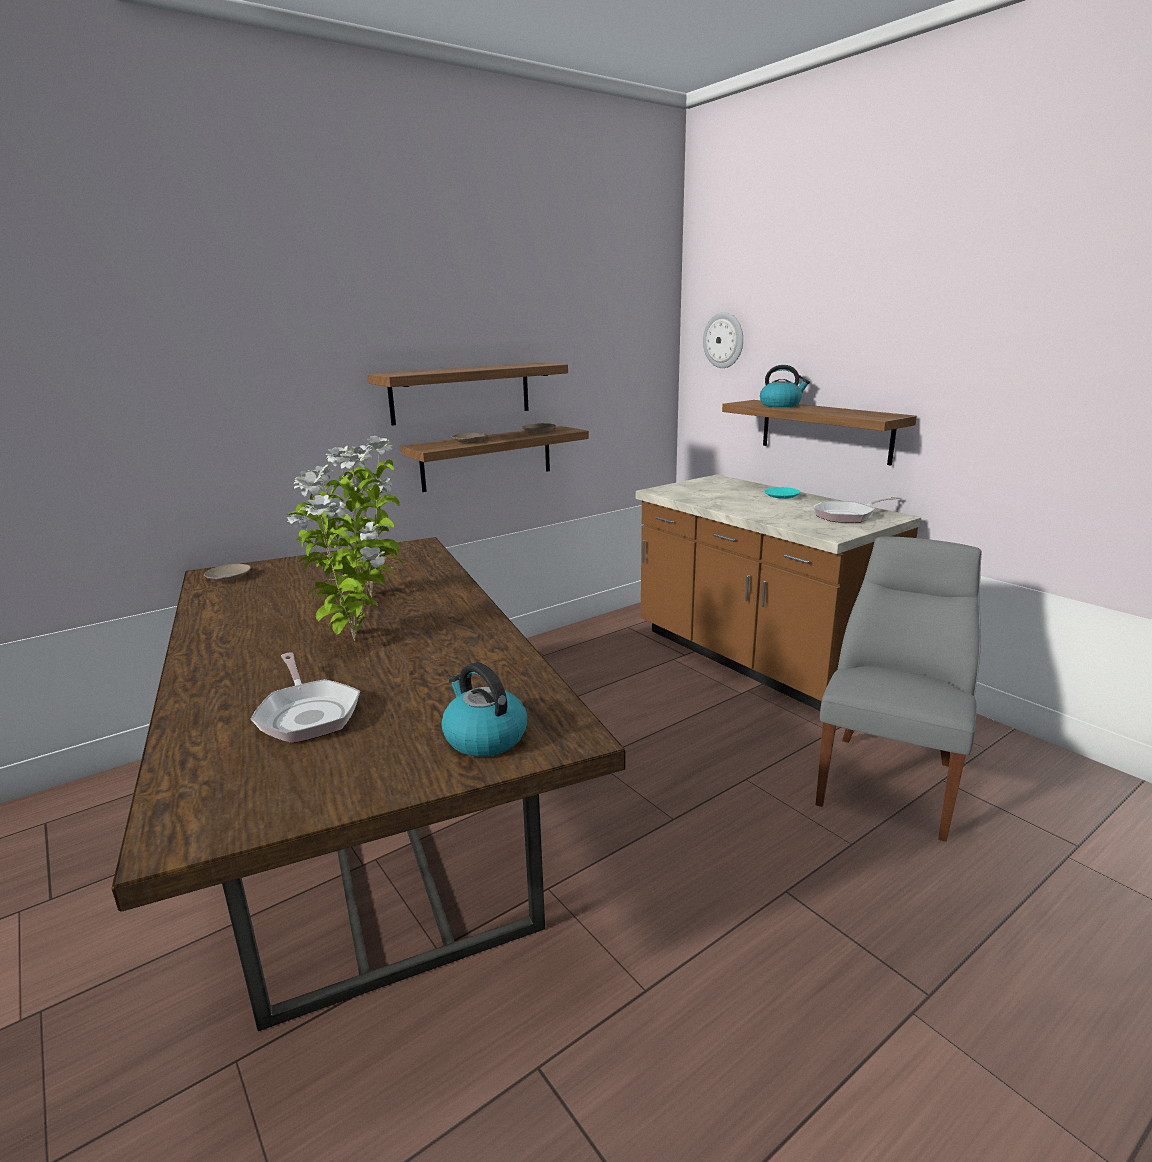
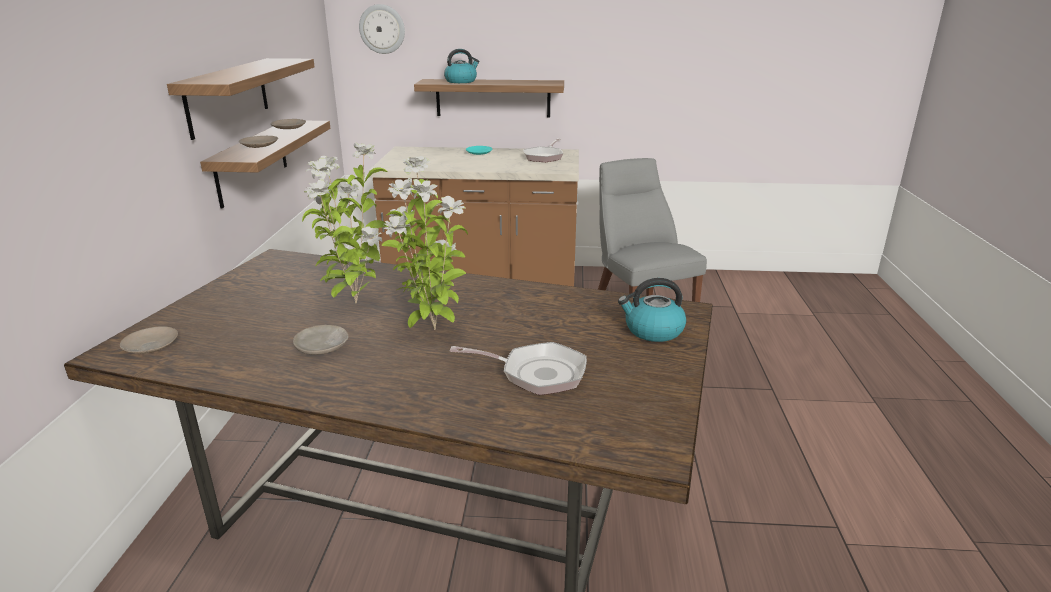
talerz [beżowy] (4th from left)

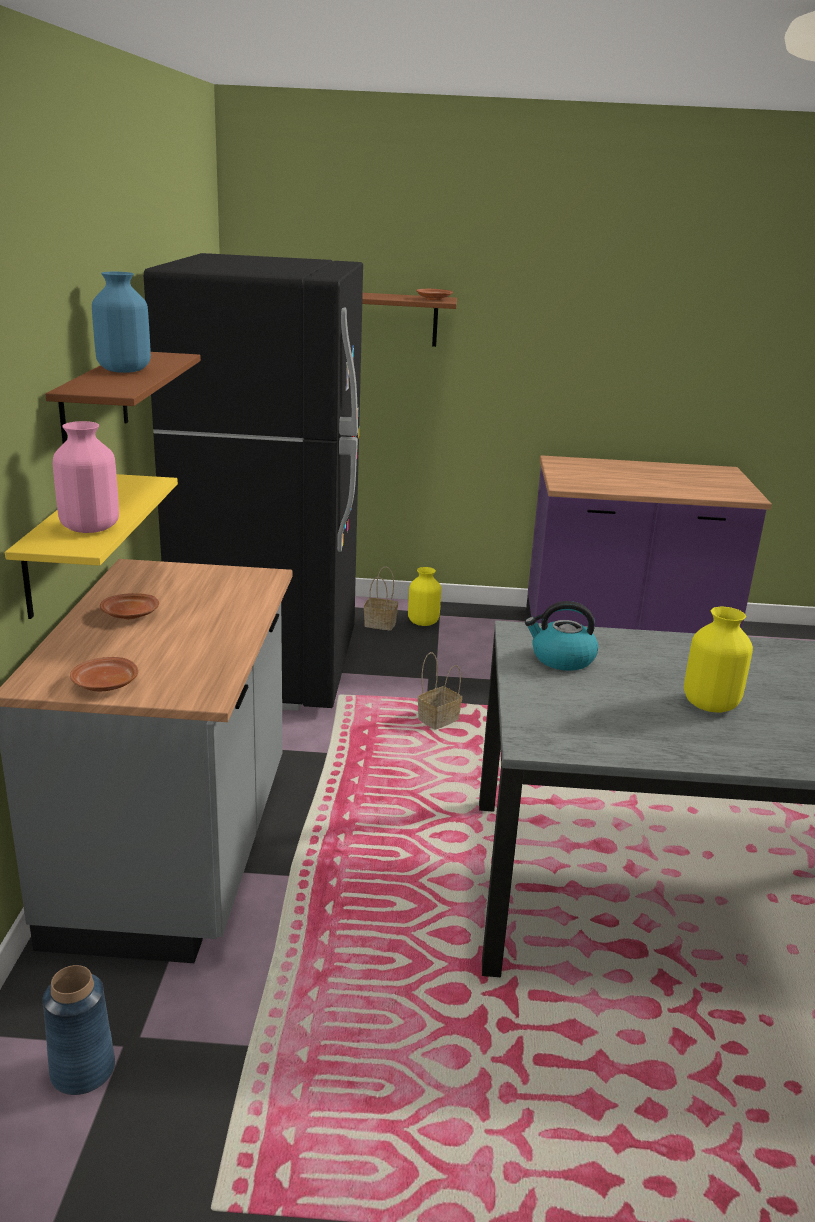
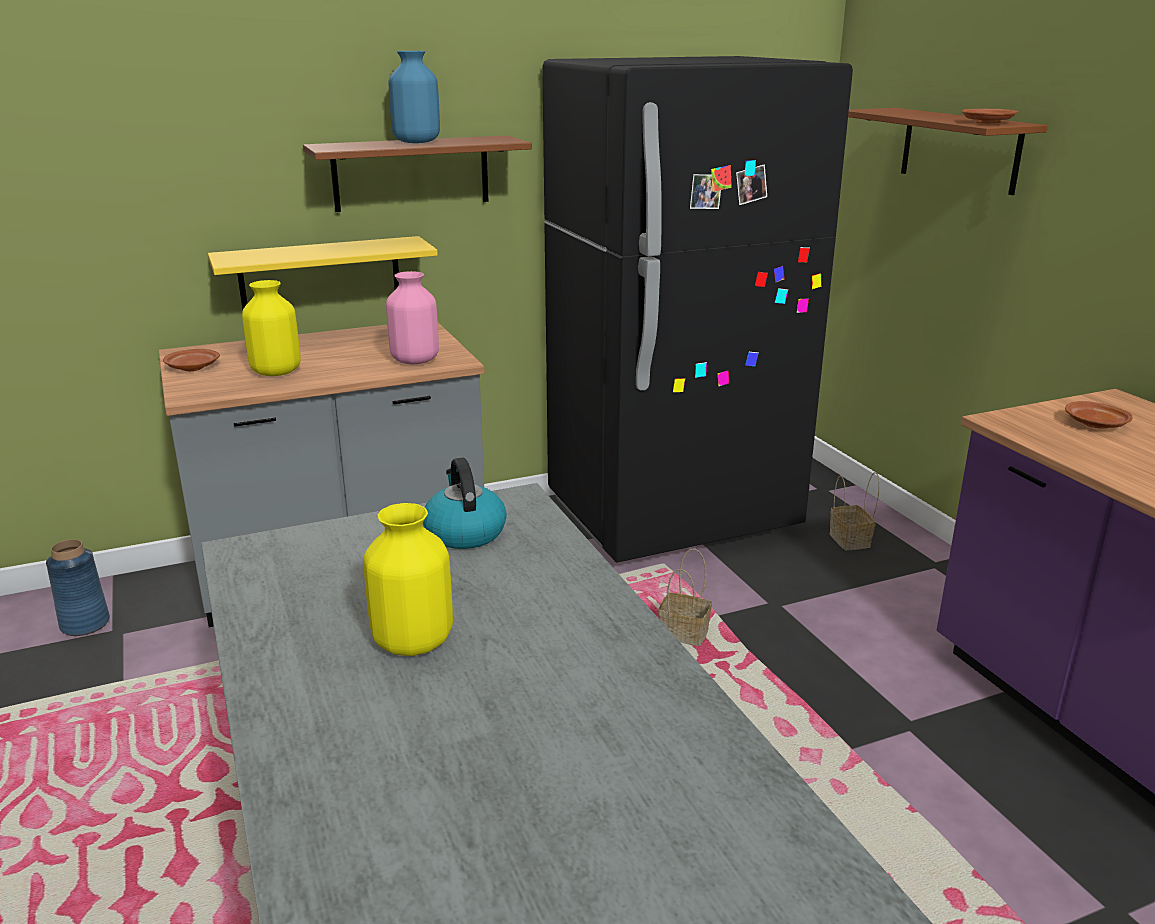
wazon [różowy]; wazon [żółty] (1st from left); talerz [brązowy] (3rd from left)

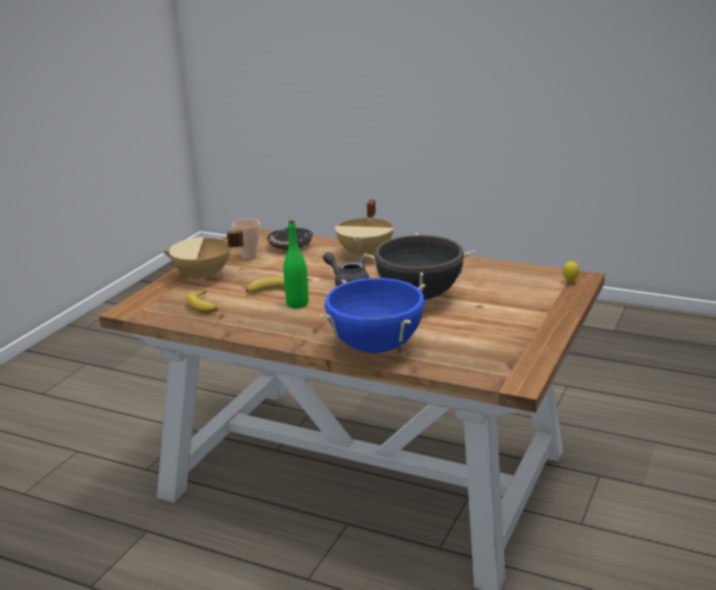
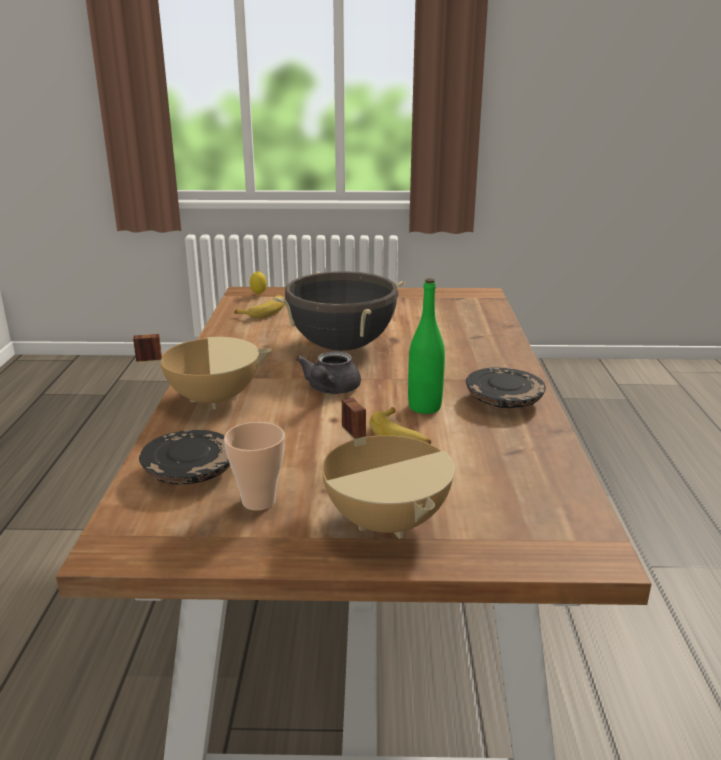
garnek [niebieski]; banan (1st from left); talerz [czarny] (2nd from left)

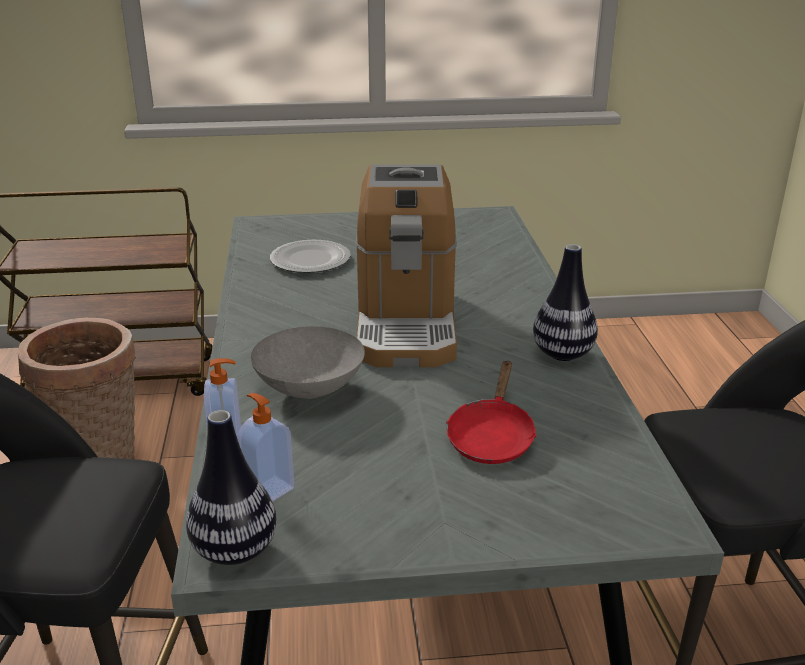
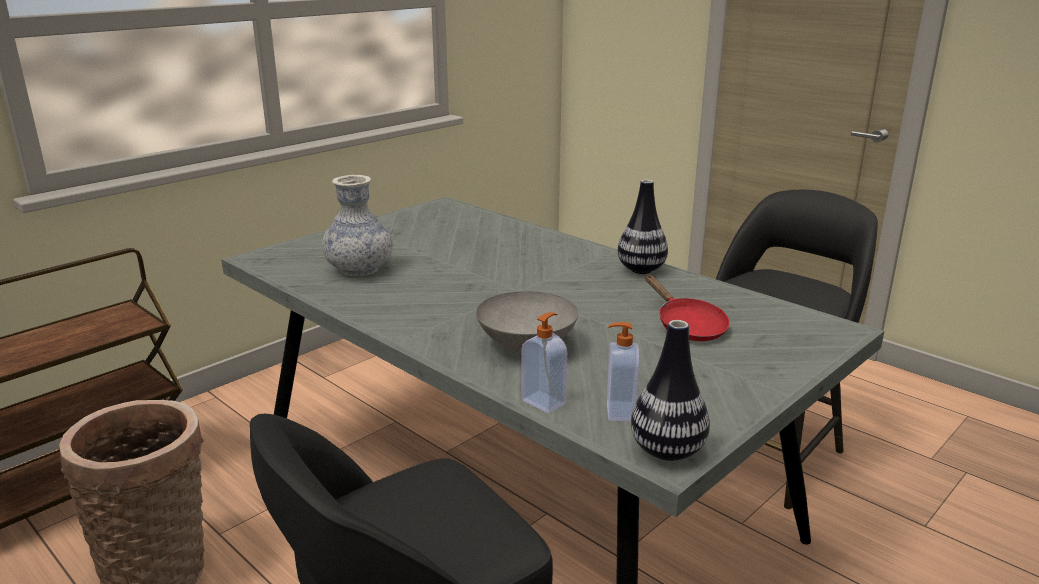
ekspres do kawy; wazon (1st from left)

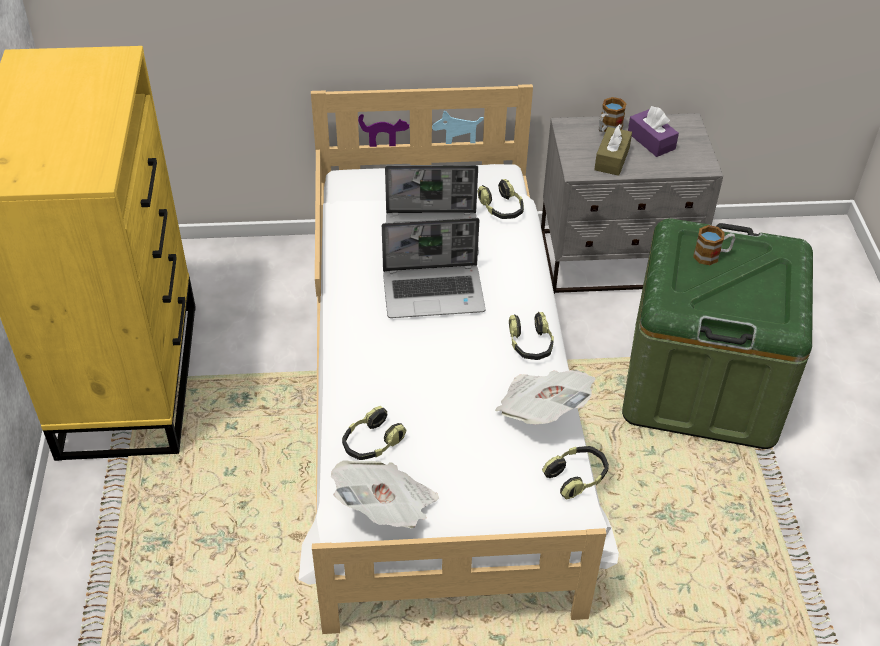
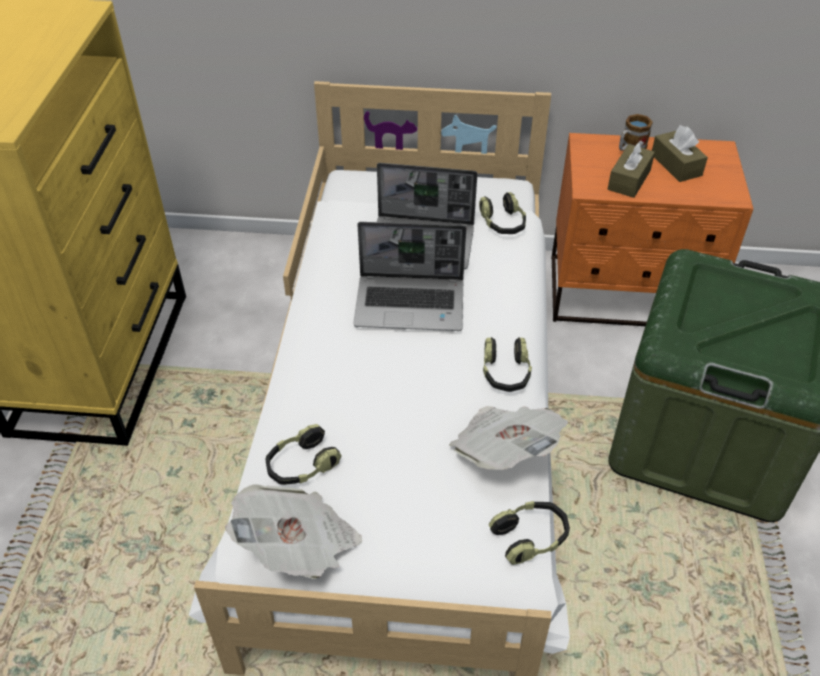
pudełko chusteczek [brązowy] (2nd from left); szafka nocna [pomarańczowy]; kubek (2nd from left in the first image)

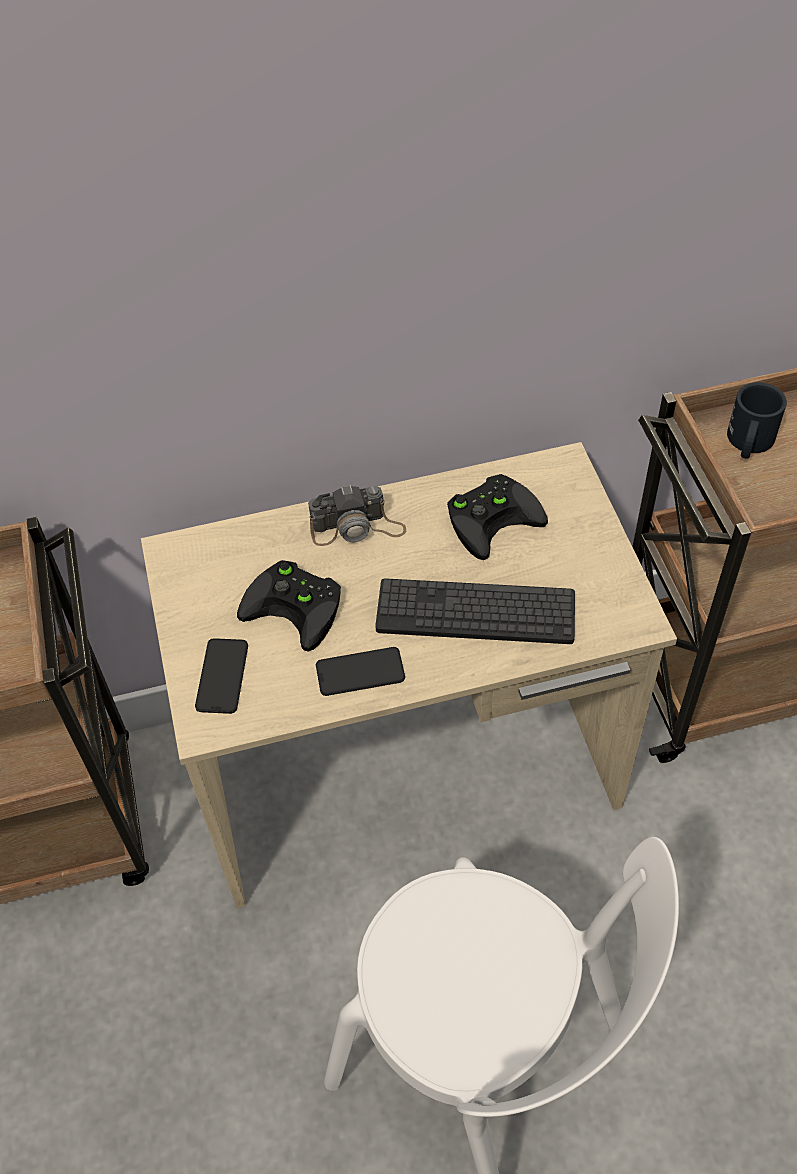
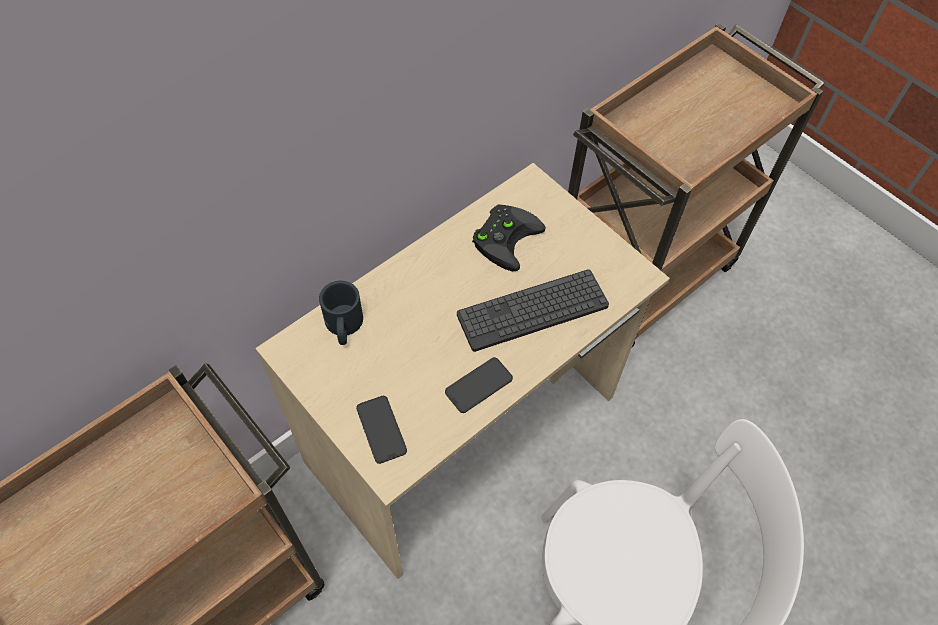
kubek [czarny]; aparat fotograficzny; pad do gier [czarny] (1st from left in the first image)

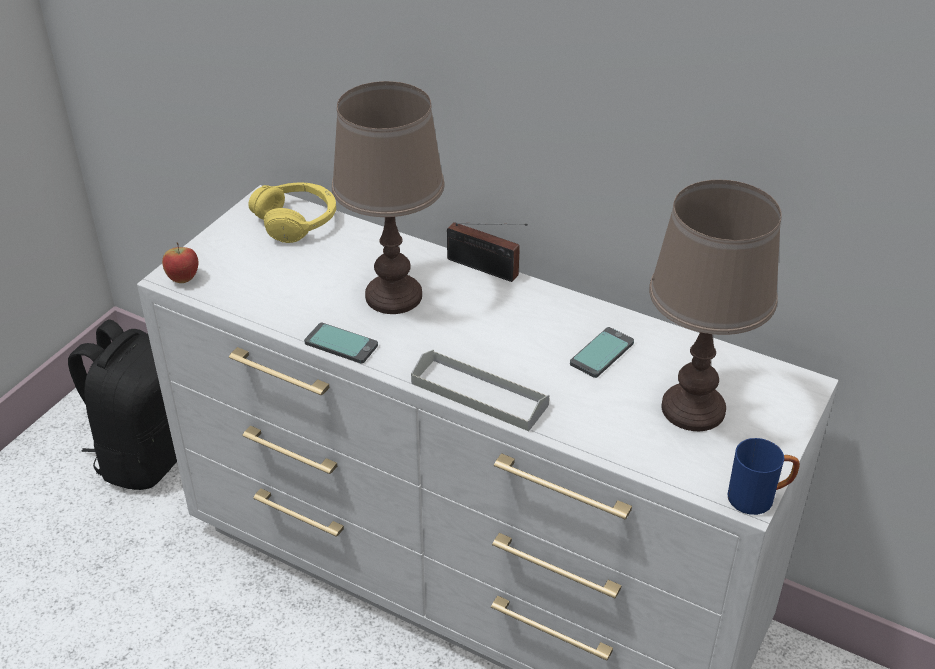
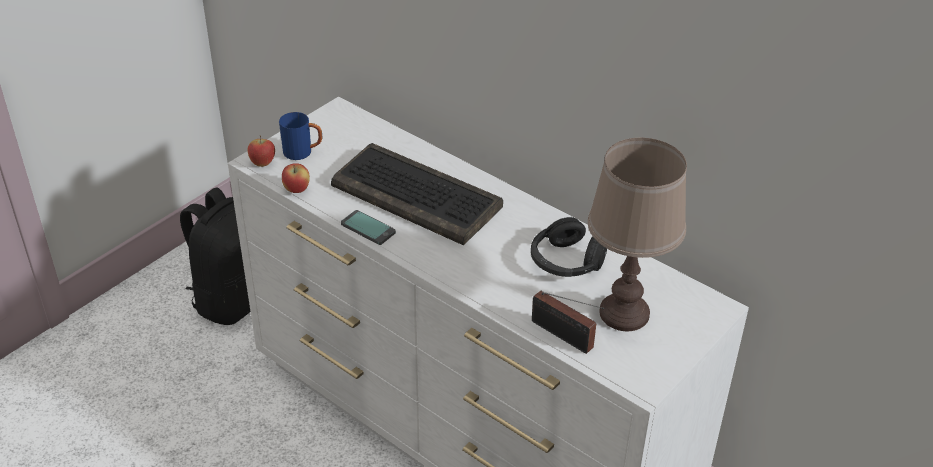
klawiatura; słuchawki [żółty]; radio; słuchawki [czarny]; taca [szary]; kubek [niebieski]; jabłko (2nd from left)

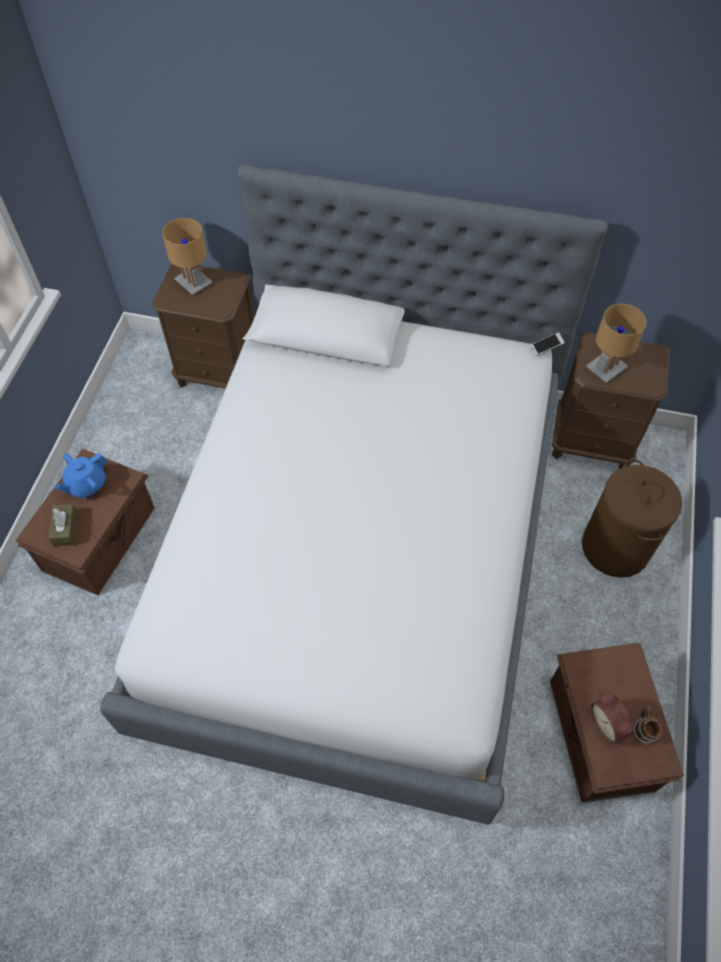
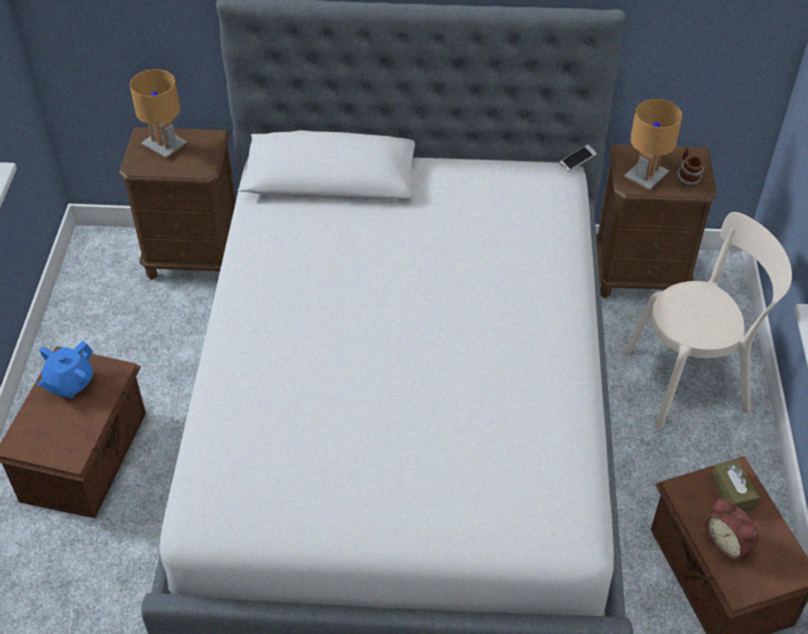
krzesło [beżowy]; pudełko chusteczek [brązowy]; kubek

